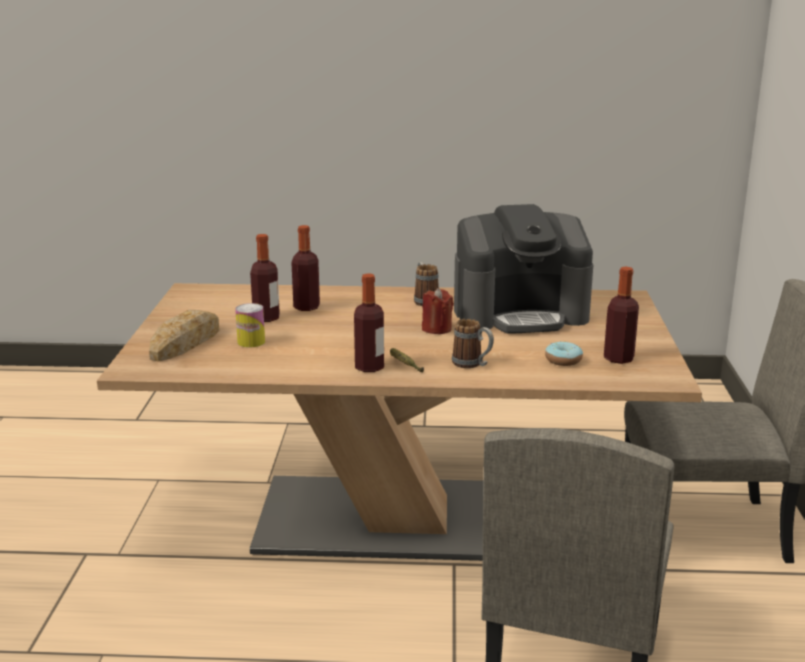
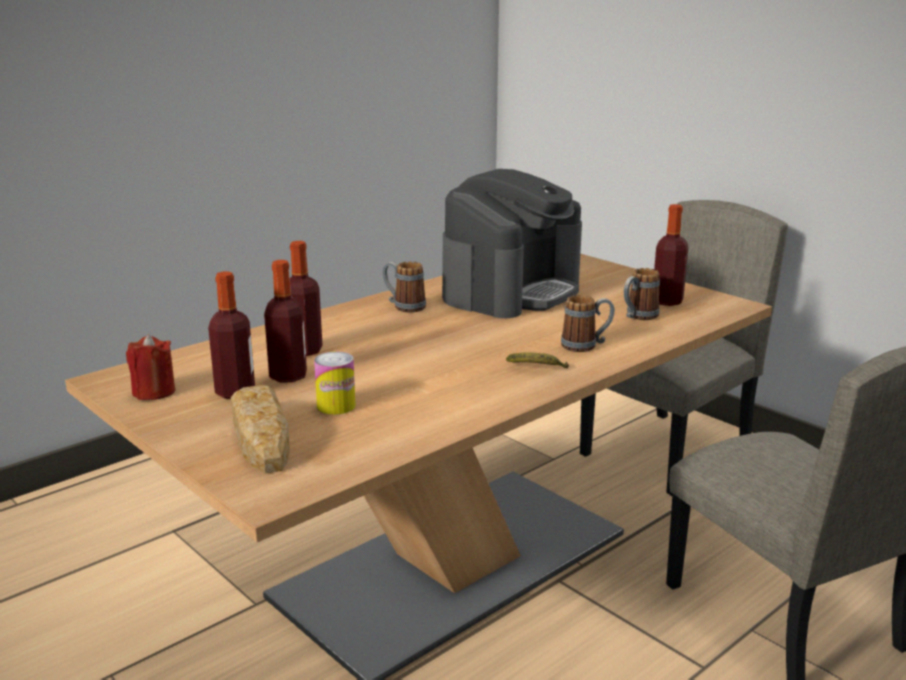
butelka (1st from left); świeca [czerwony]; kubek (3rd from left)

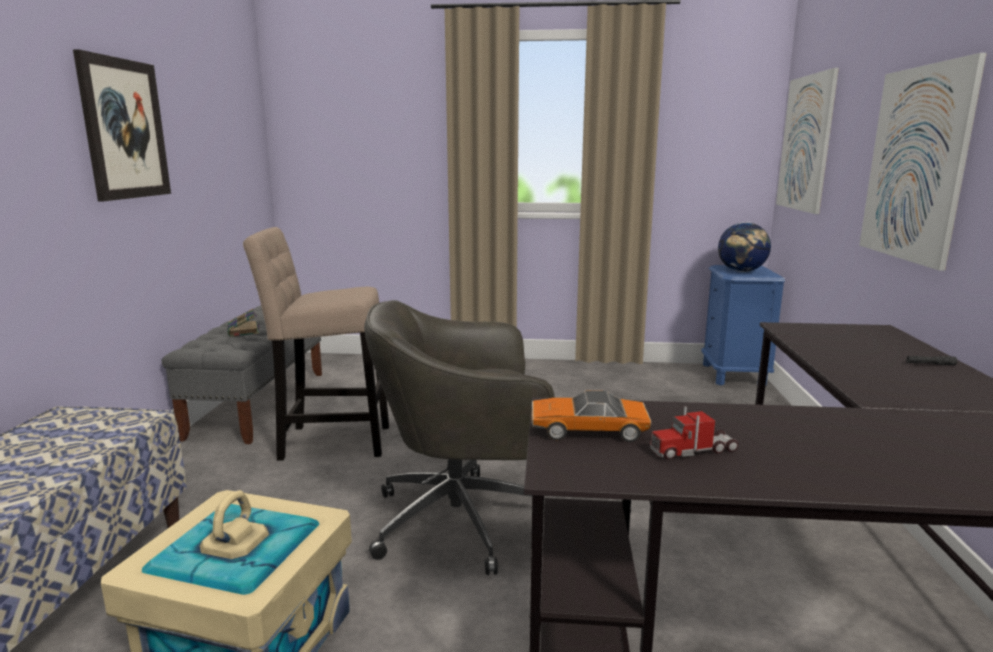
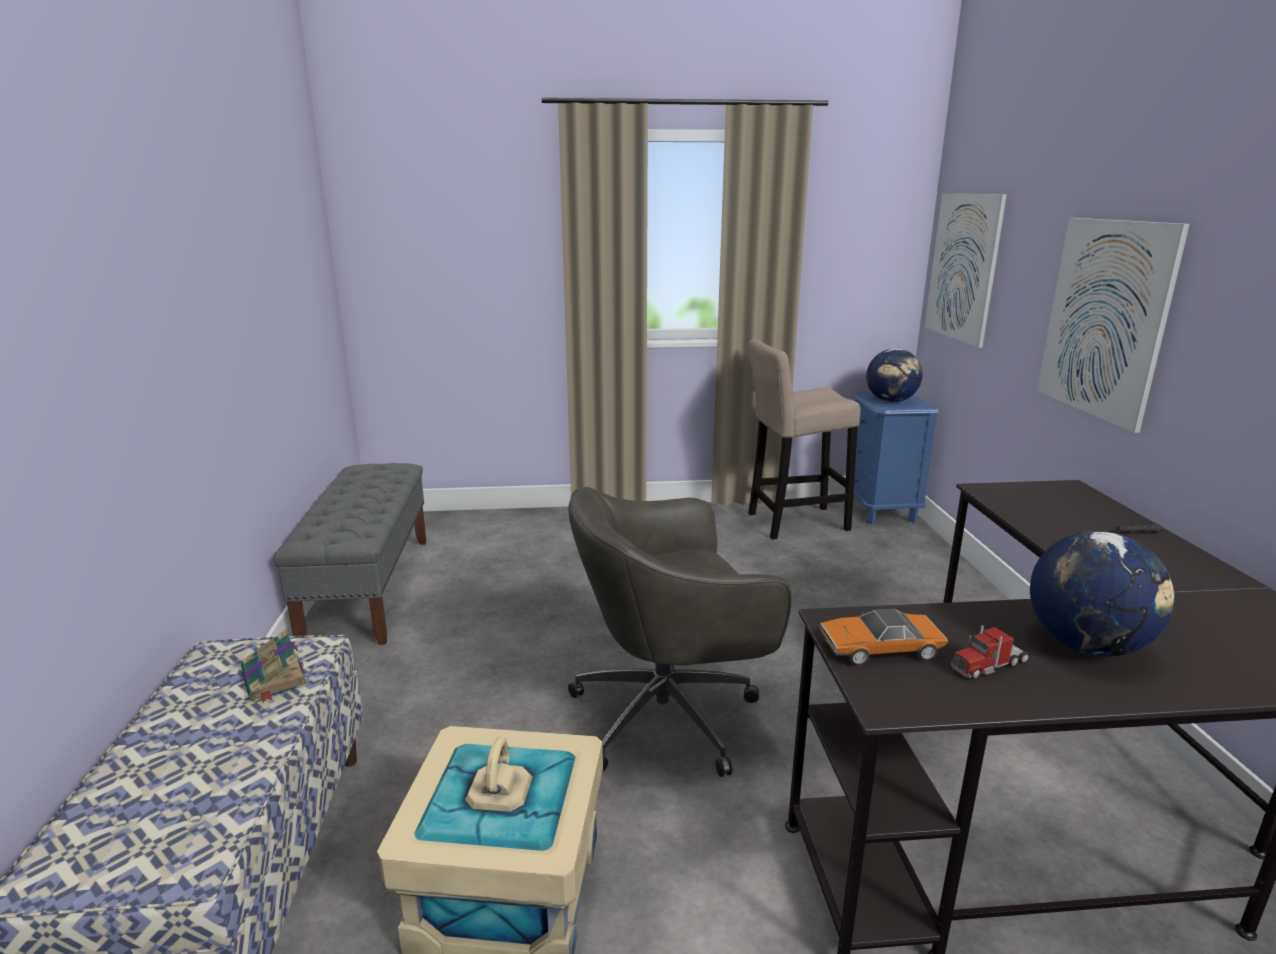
obraz (1st from left in the first image); stołek [beżowy]; książka; globus (2nd from left)

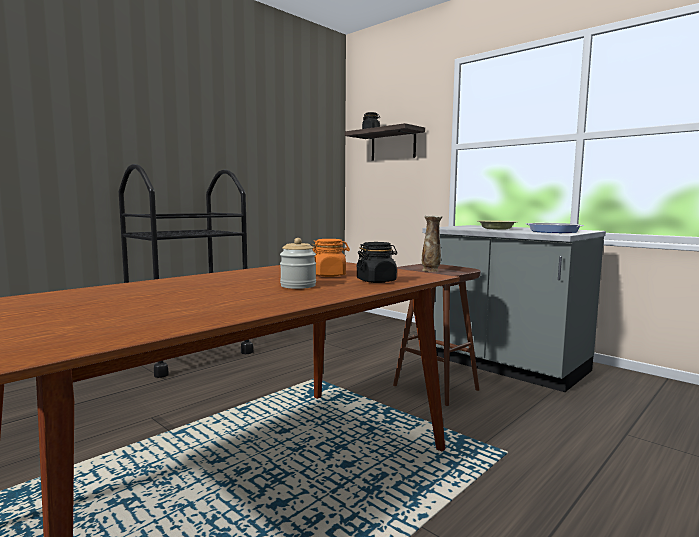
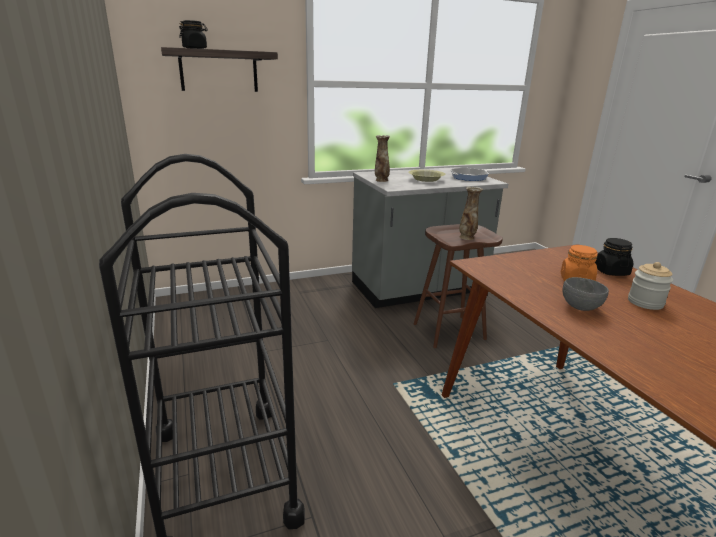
wazon (1st from left); miska [szary]

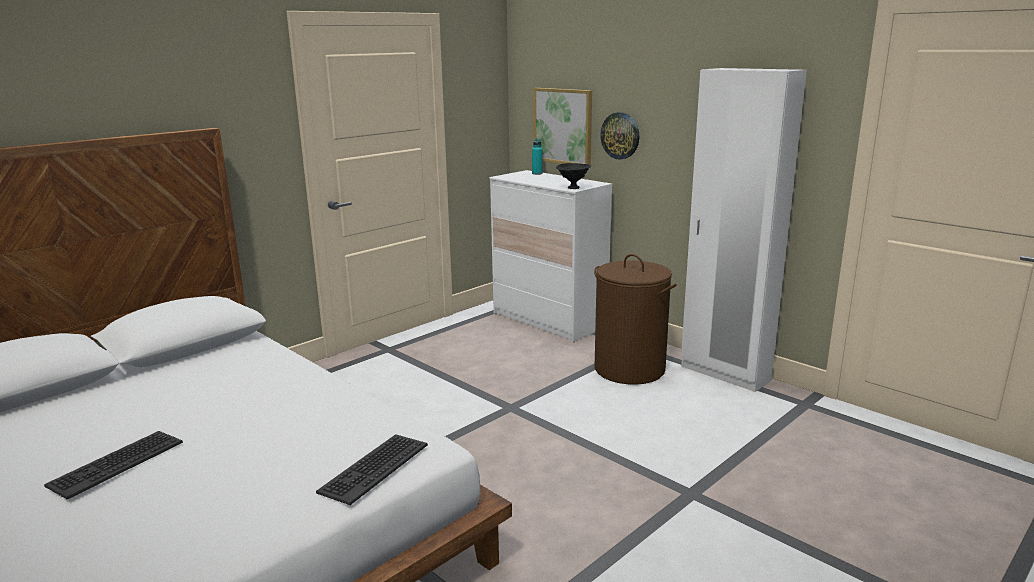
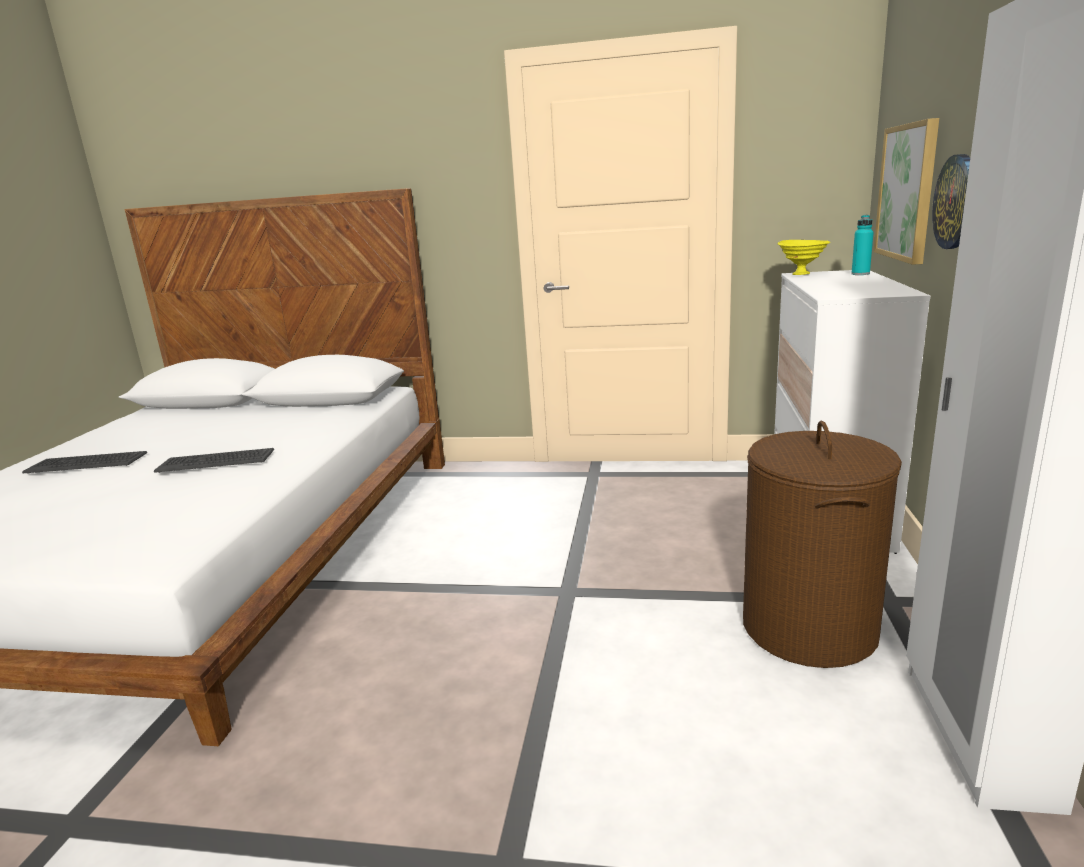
miska [czarny]; klawiatura (2nd from left); miska [żółty]

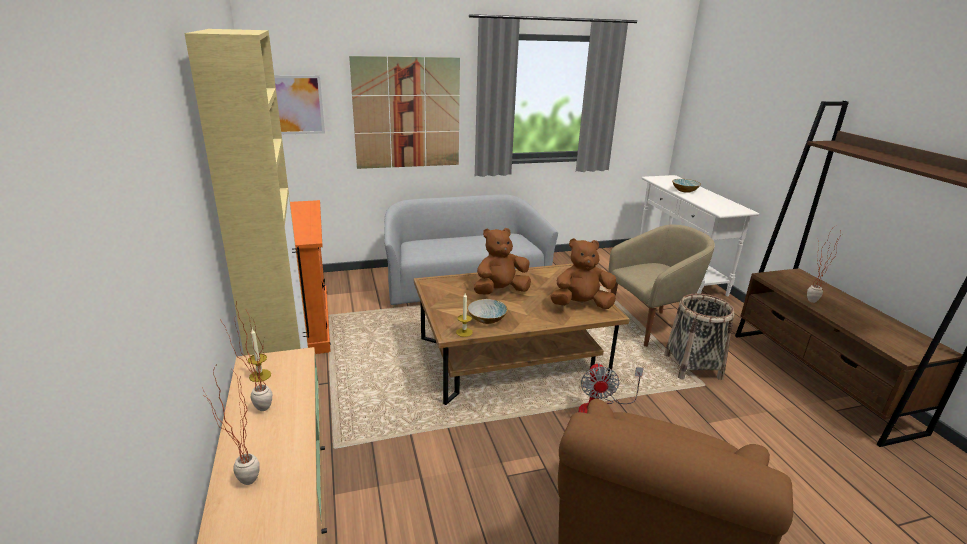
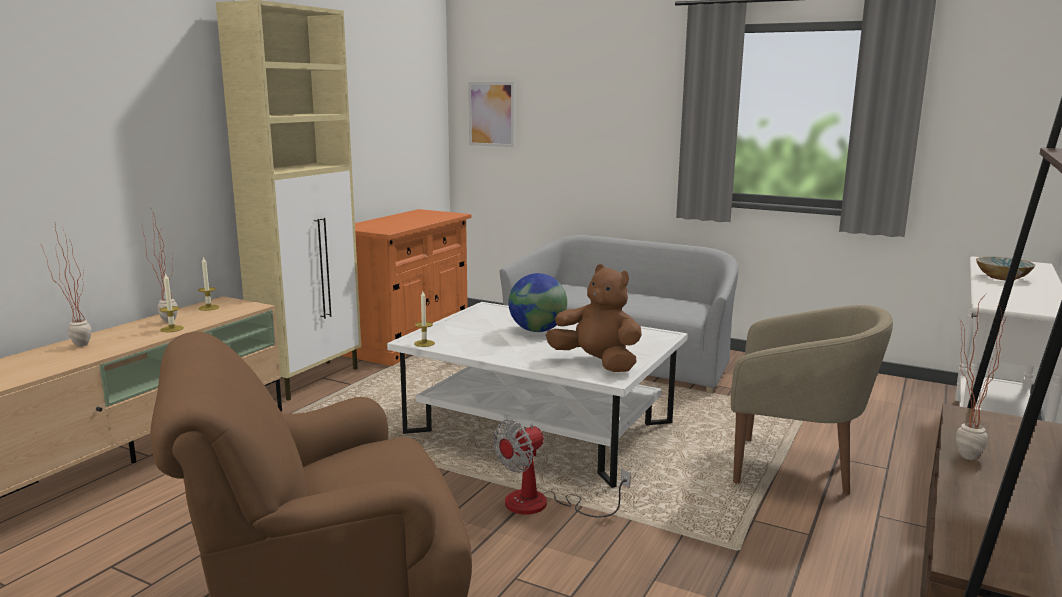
obraz (2nd from left in the first image); globus; ława [biały]; koszyk; miska (1st from left in the first image); świeca (1st from left)

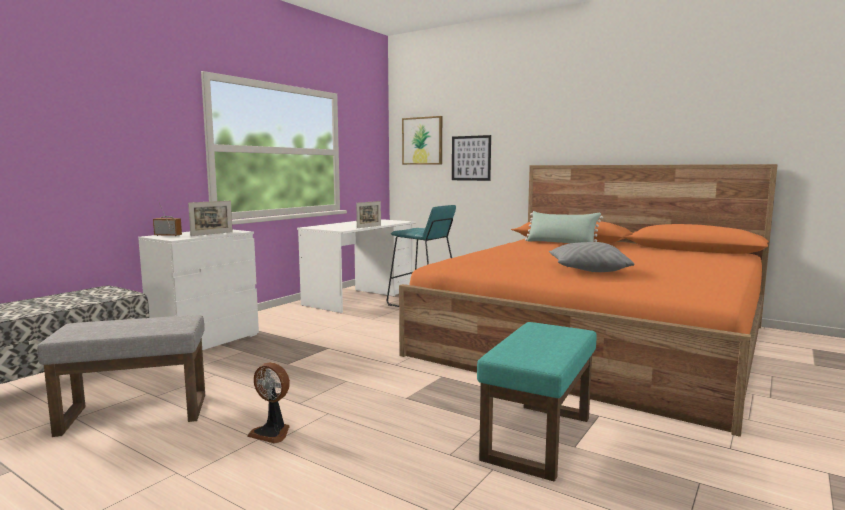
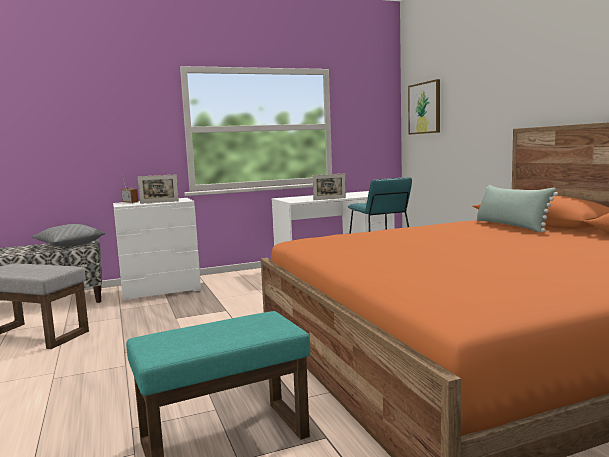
obraz (2nd from left in the first image); poduszka [szary]; wentylator

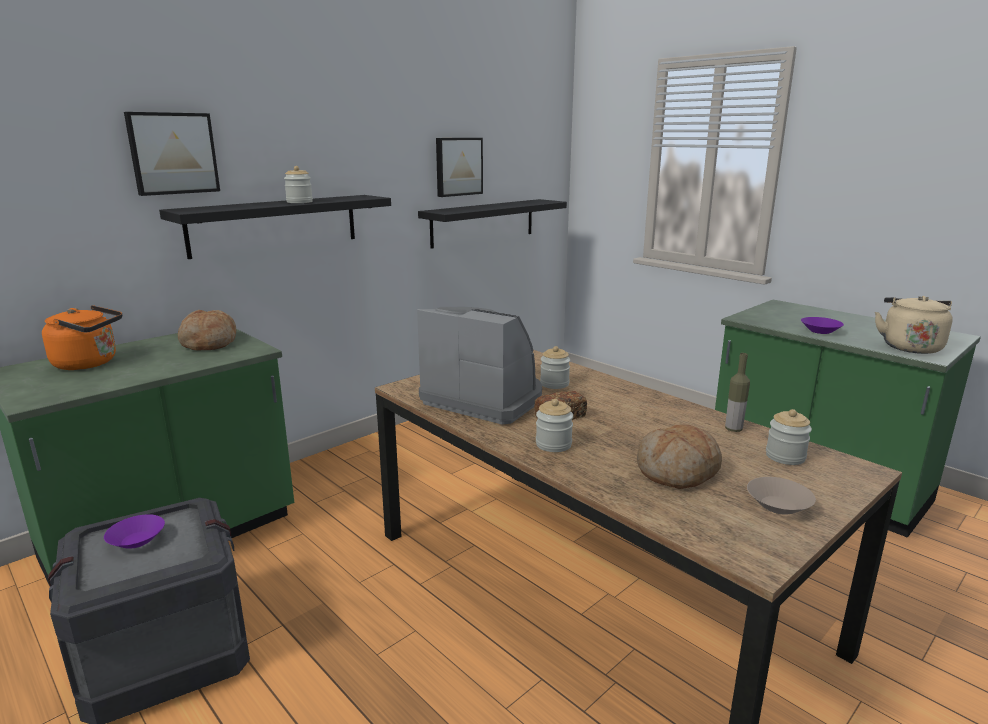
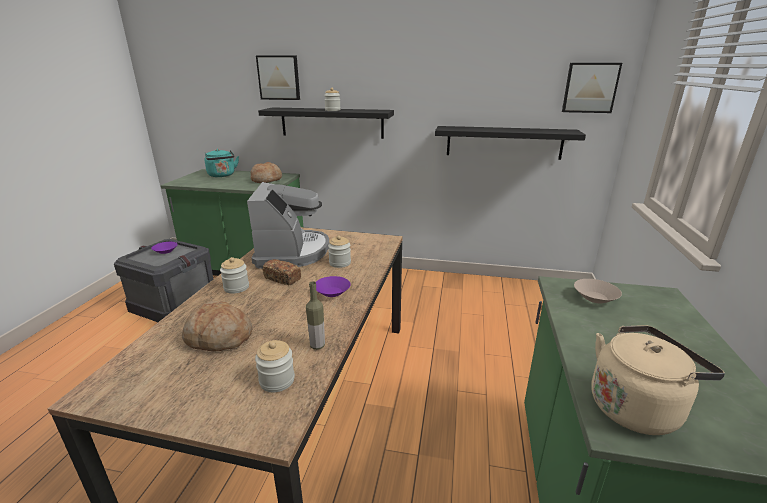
obraz (2nd from left); czajnik [turkusowy]; miska [fioletowy] (2nd from left); miska [beżowy]

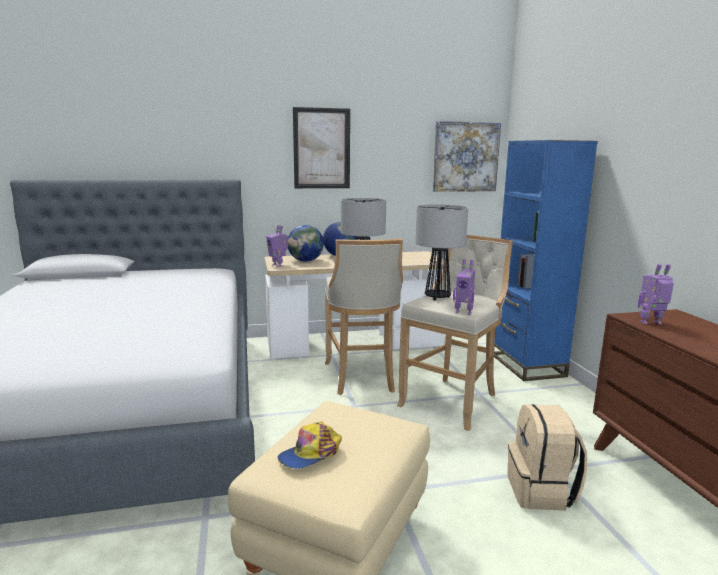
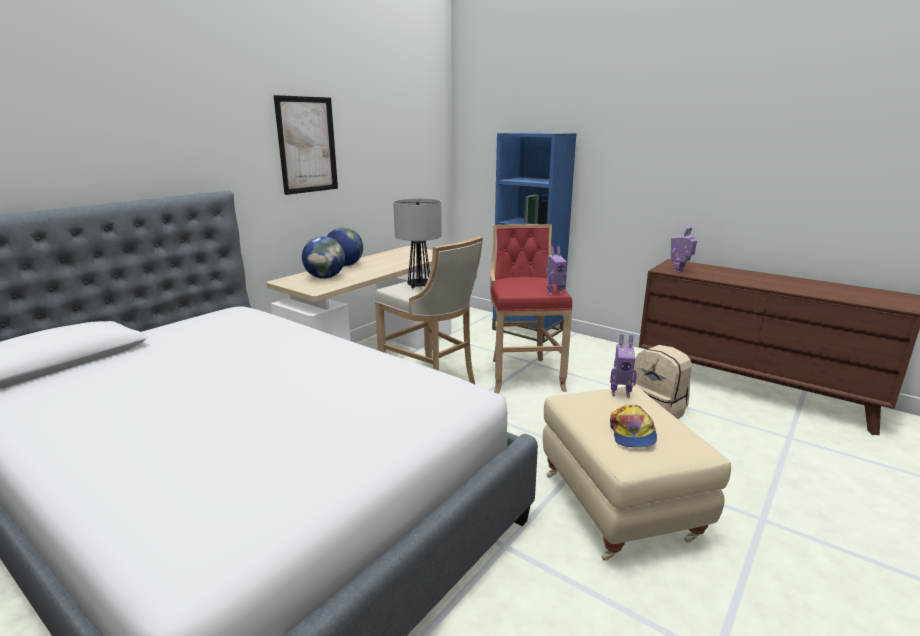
obraz (2nd from left in the first image); lampa stołowa (2nd from left in the first image); robot zabawkowy (2nd from left); stołek [czerwony]

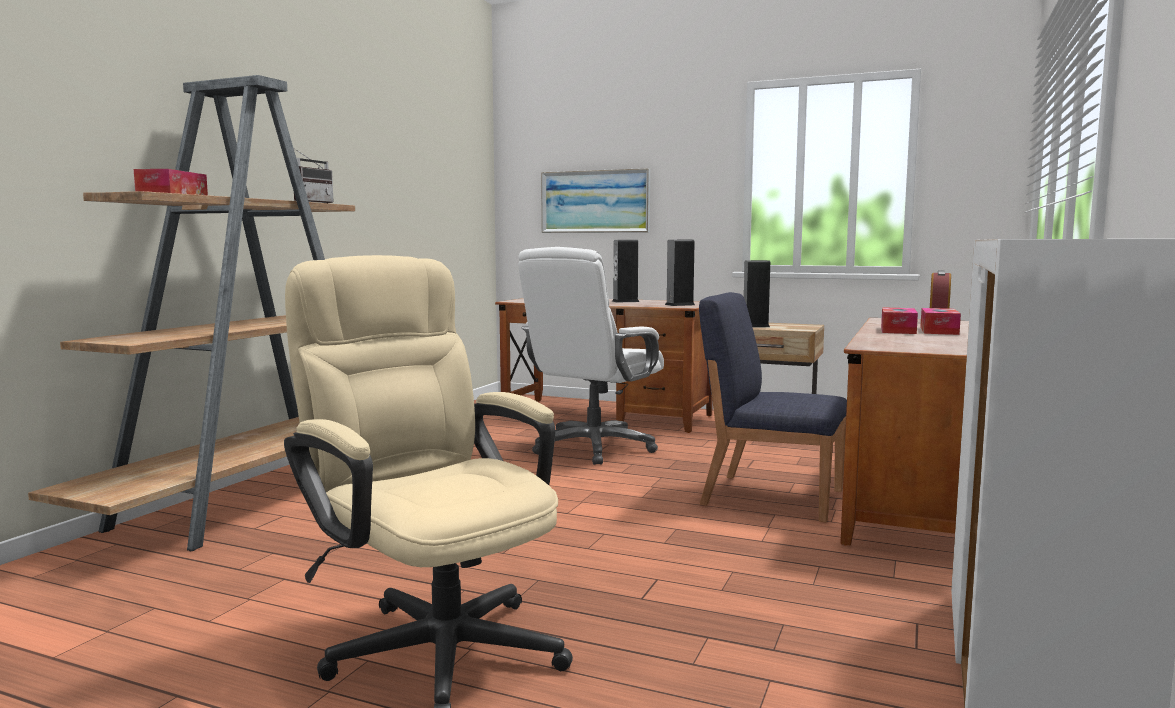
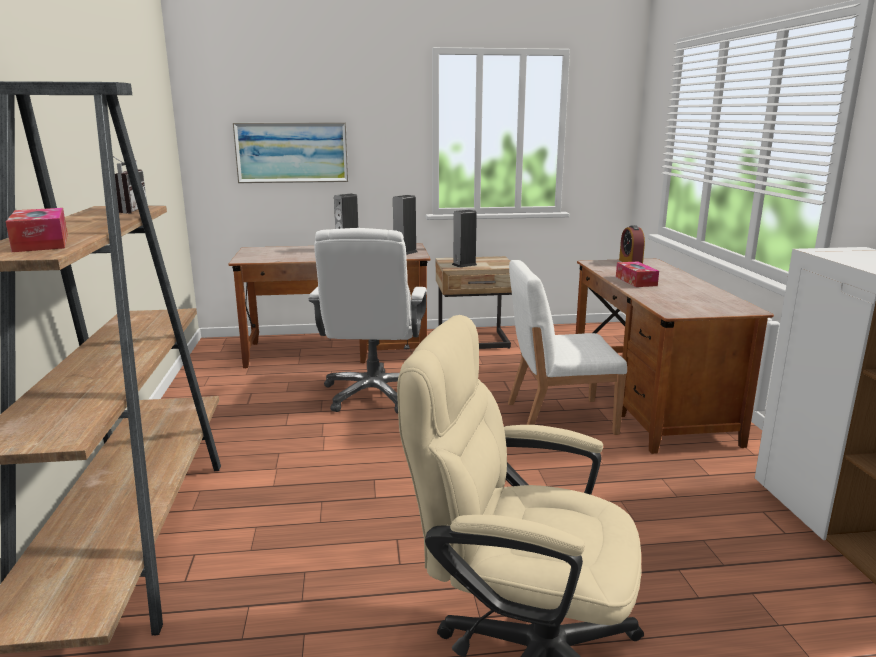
krzesło [biały]; pudełko chusteczek (3rd from left in the first image)

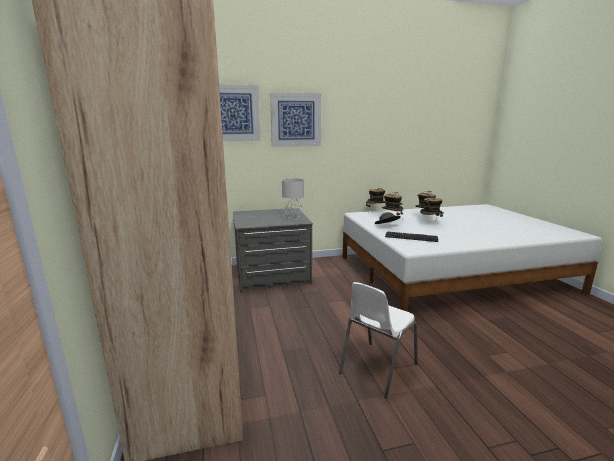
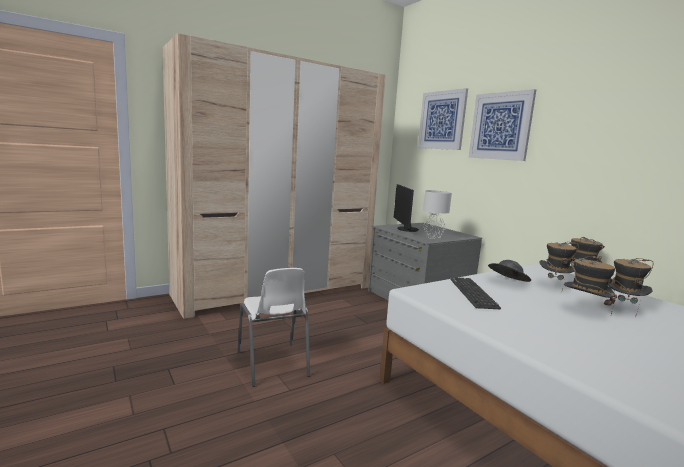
krzesło [biały]; monitor

